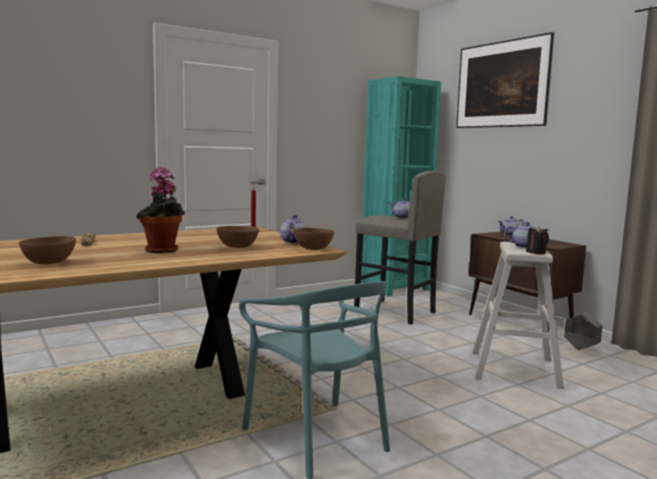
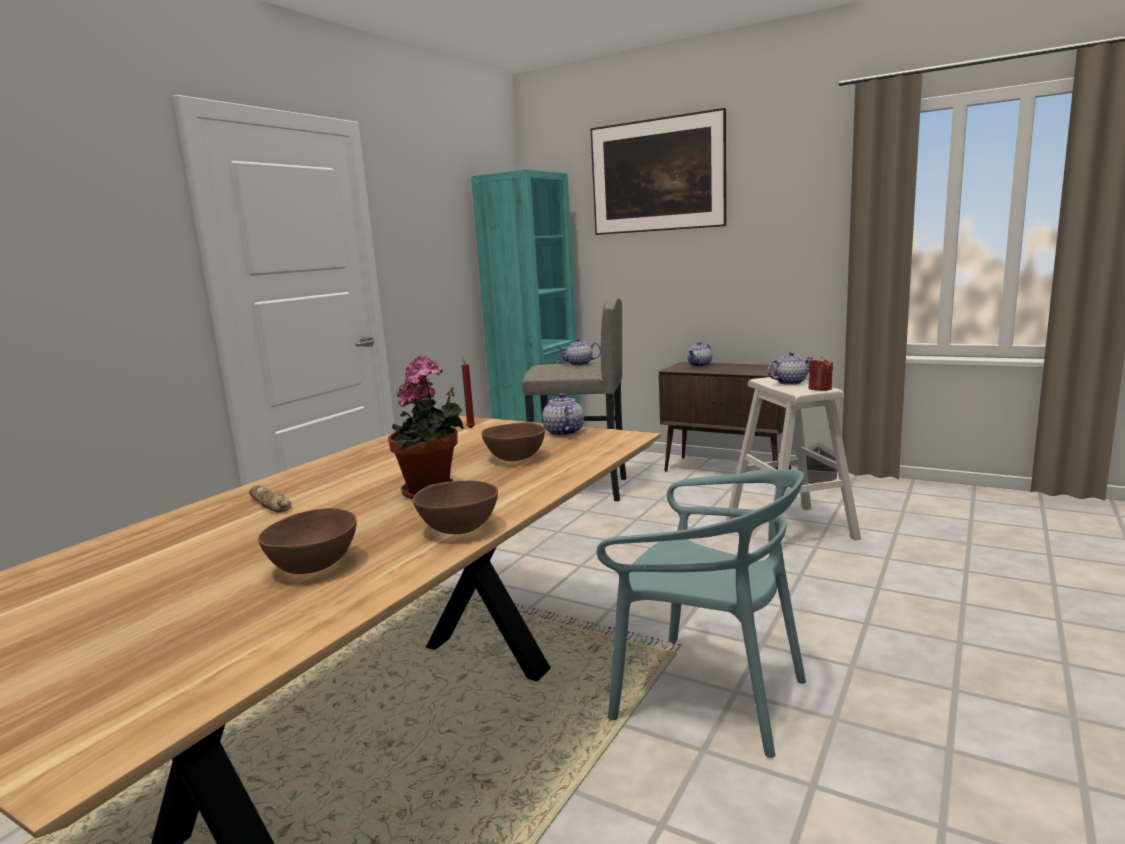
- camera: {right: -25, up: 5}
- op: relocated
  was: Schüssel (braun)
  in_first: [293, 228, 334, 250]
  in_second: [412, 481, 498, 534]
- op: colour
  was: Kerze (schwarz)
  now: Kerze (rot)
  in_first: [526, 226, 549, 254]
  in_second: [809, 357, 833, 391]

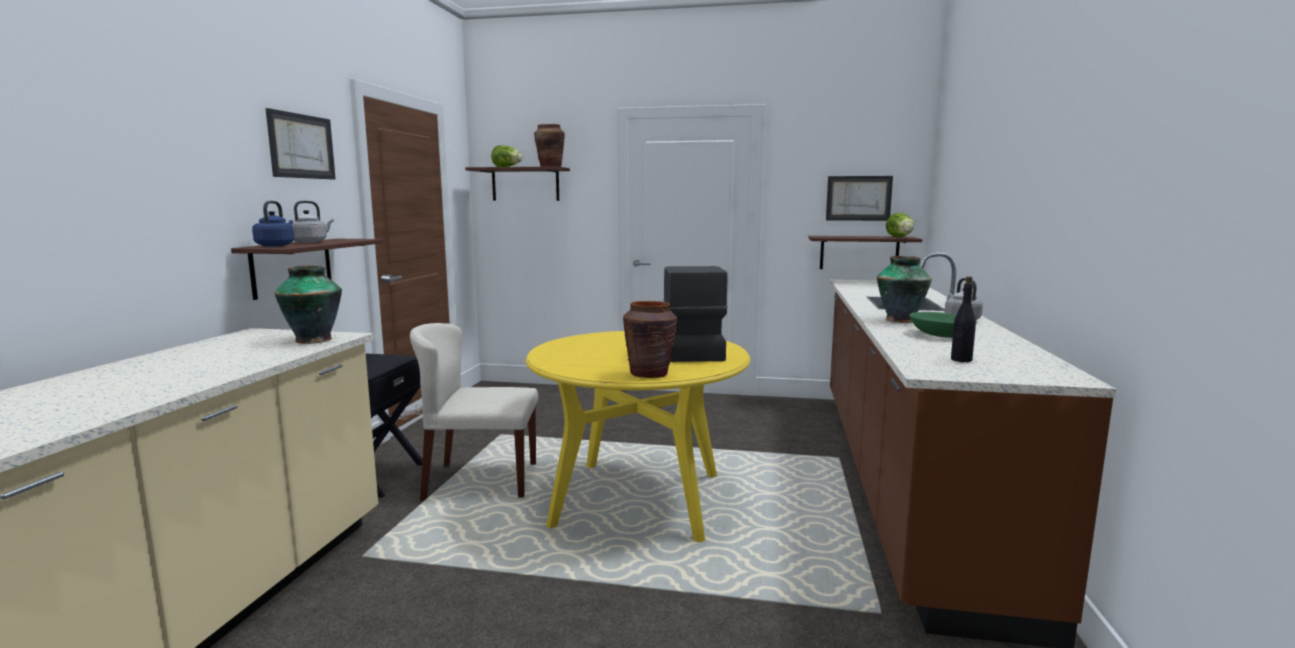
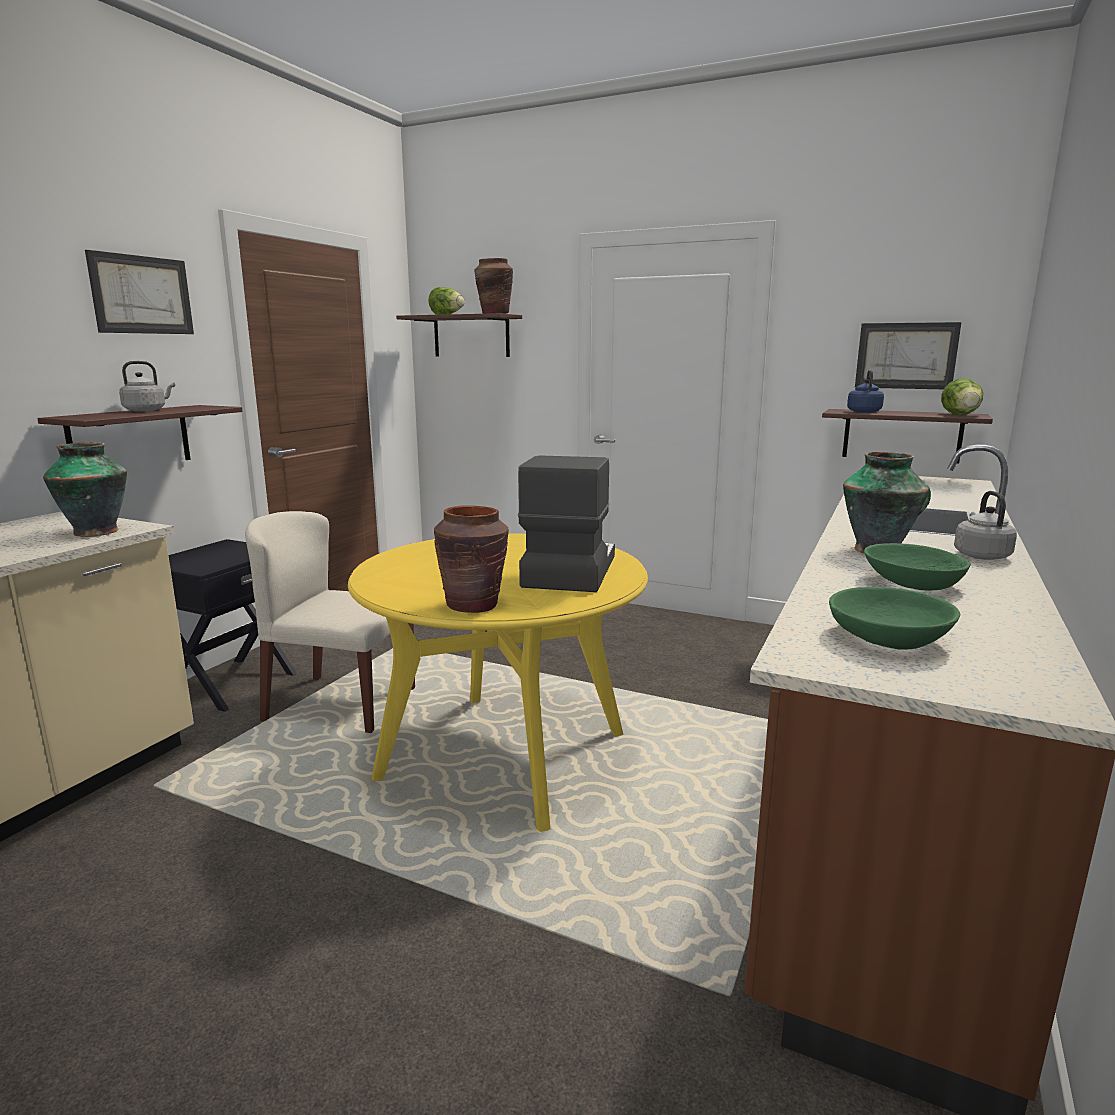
- camera: {right: 15, up: 5}
- op: exchanged
  was: Flasche (schwarz)
  now: Schüssel (grün)
  in_first: [951, 276, 976, 362]
  in_second: [829, 587, 960, 650]
- op: relocated
  was: Wasserkessel (blau)
  in_first: [252, 201, 295, 247]
  in_second: [847, 369, 884, 413]

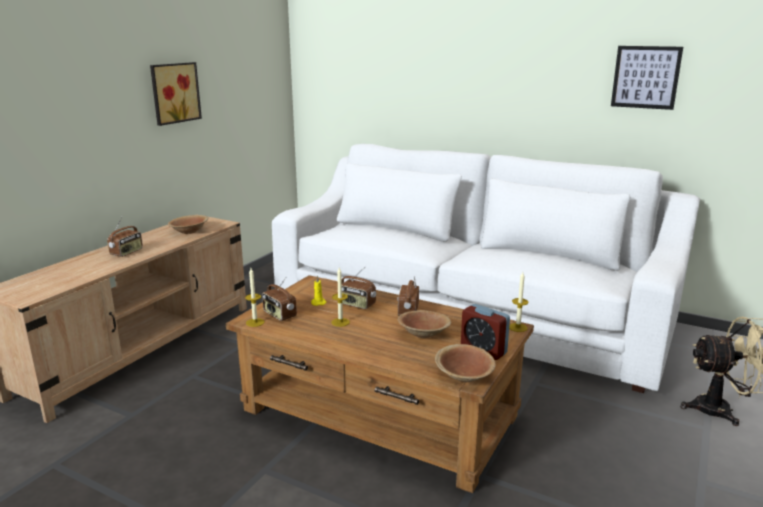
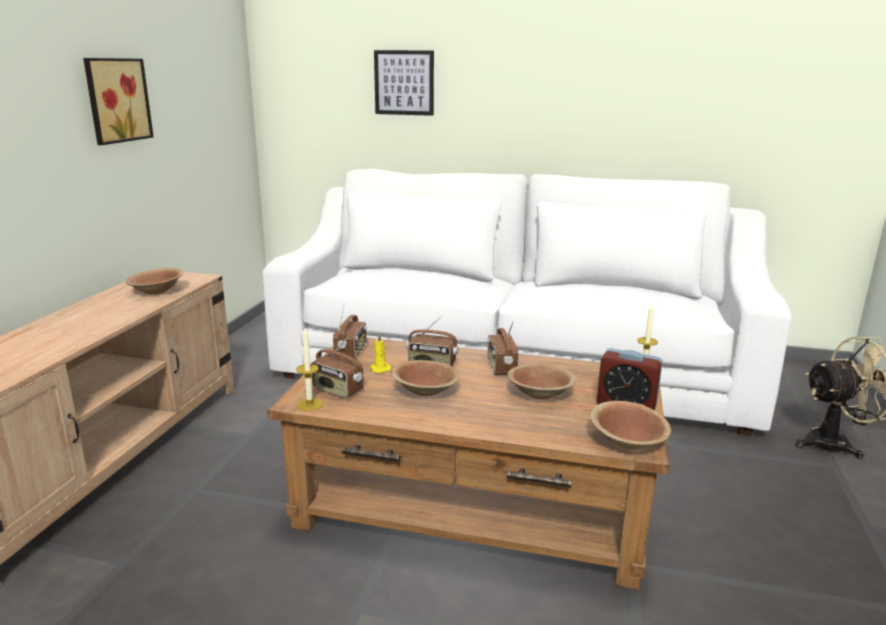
- camera: {right: -15, up: 0}
- op: relocated
  was: Radio
  in_first: [107, 217, 143, 257]
  in_second: [333, 305, 367, 359]
- op: relocated
  was: Bild
  in_first: [611, 46, 683, 110]
  in_second: [374, 50, 434, 116]
- op: exchanged
  was: Kerze
  now: Schüssel (braun)
  in_first: [332, 268, 350, 327]
  in_second: [391, 360, 460, 396]

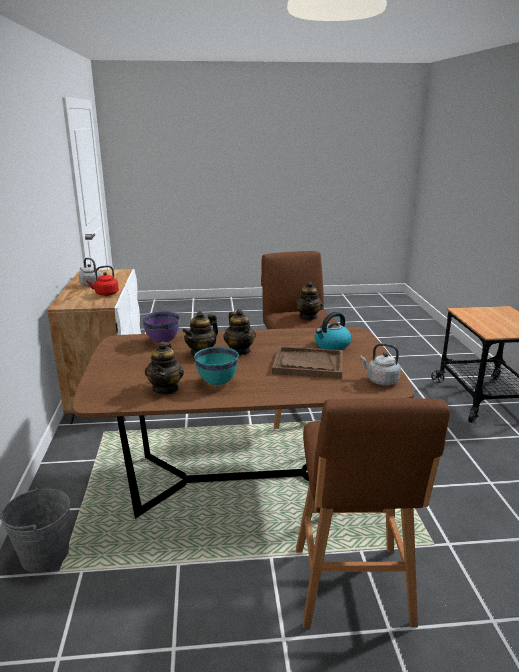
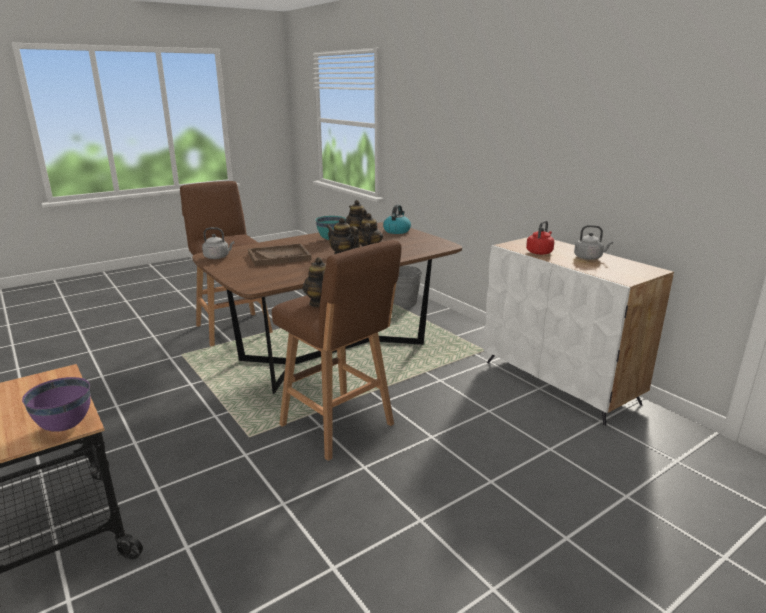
- camera: {right: 150, up: 0}
- op: relocated
  was: Schüssel (lila)
  in_first: [142, 312, 180, 343]
  in_second: [22, 377, 91, 432]
- op: relocated
  was: Wasserkessel
  in_first: [315, 312, 351, 350]
  in_second: [383, 205, 411, 234]

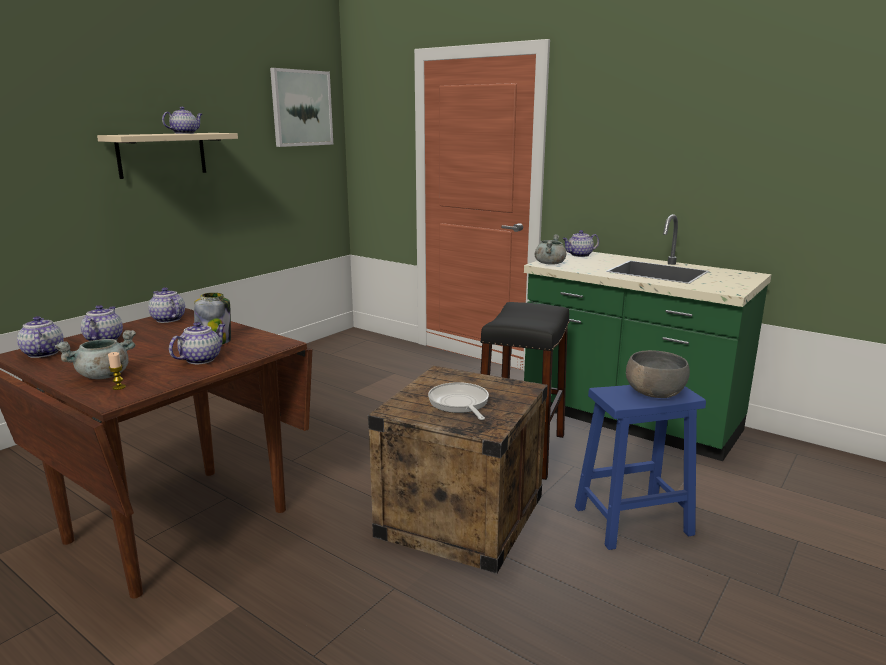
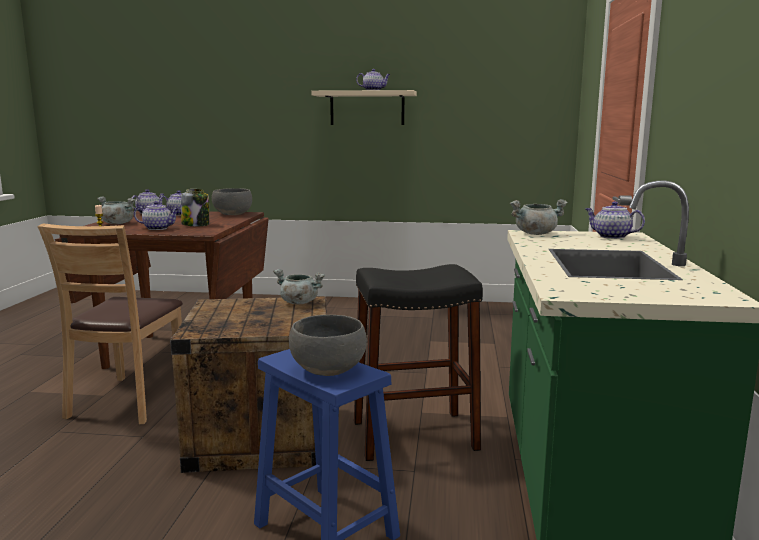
- camera: {right: 60, up: -5}
- op: appeared
  now: Stuhl (braun)
  in_second: [37, 223, 183, 424]
- op: exchanged
  was: Teekanne
  now: Schüssel (grau)
  in_first: [148, 287, 185, 323]
  in_second: [212, 188, 252, 215]
- op: appeared
  now: Kochtopf (grau)
  in_second: [273, 269, 325, 304]
- op: missing
  was: Bild
  in_first: [270, 68, 333, 147]
- op: missing
  was: Pfanne
  in_first: [428, 382, 489, 420]

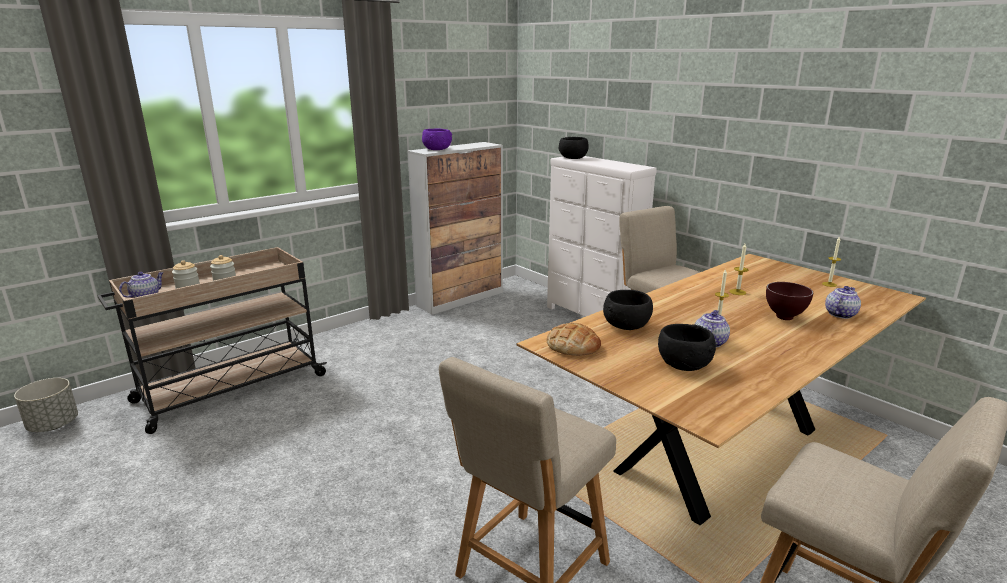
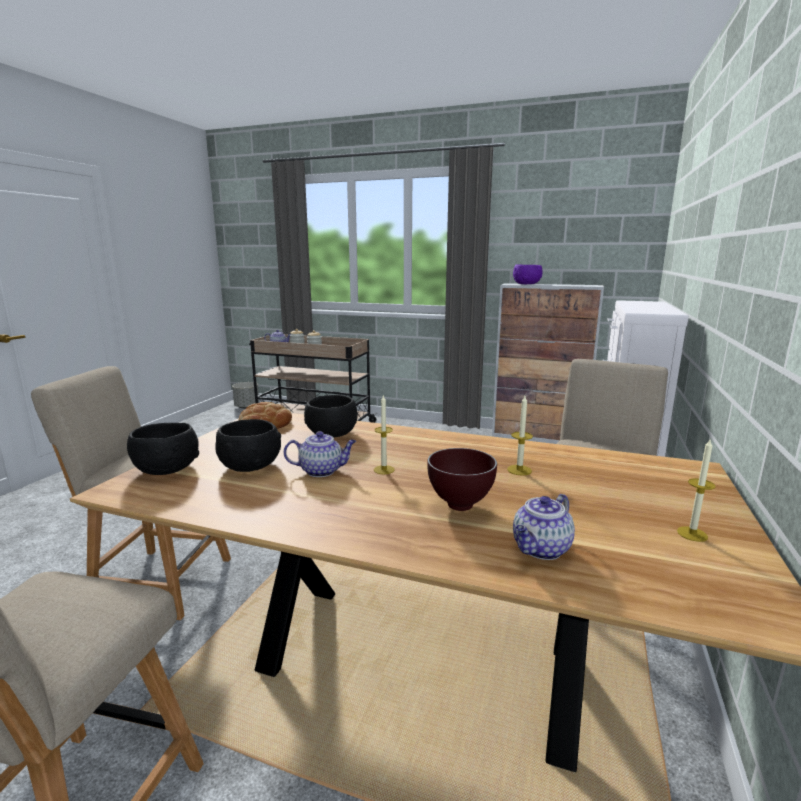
- camera: {right: 60, up: -5}
- op: relocated
  was: Schüssel (schwarz)
  in_first: [559, 137, 589, 159]
  in_second: [127, 423, 199, 475]
- op: spun
  was: Teekanne
  in_first: [825, 286, 861, 319]
  in_second: [513, 494, 575, 560]
  clockwise: 120

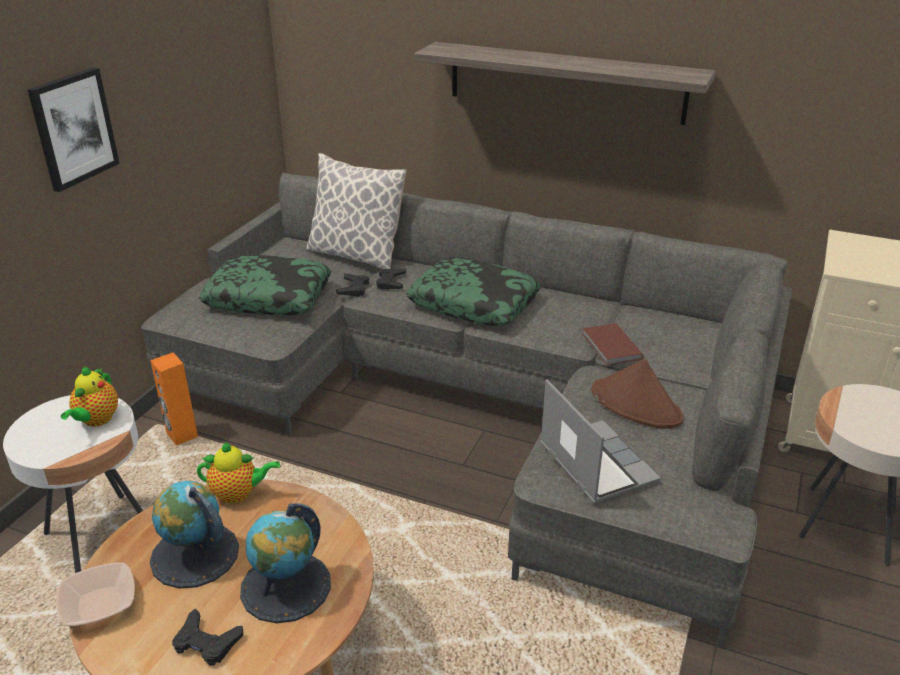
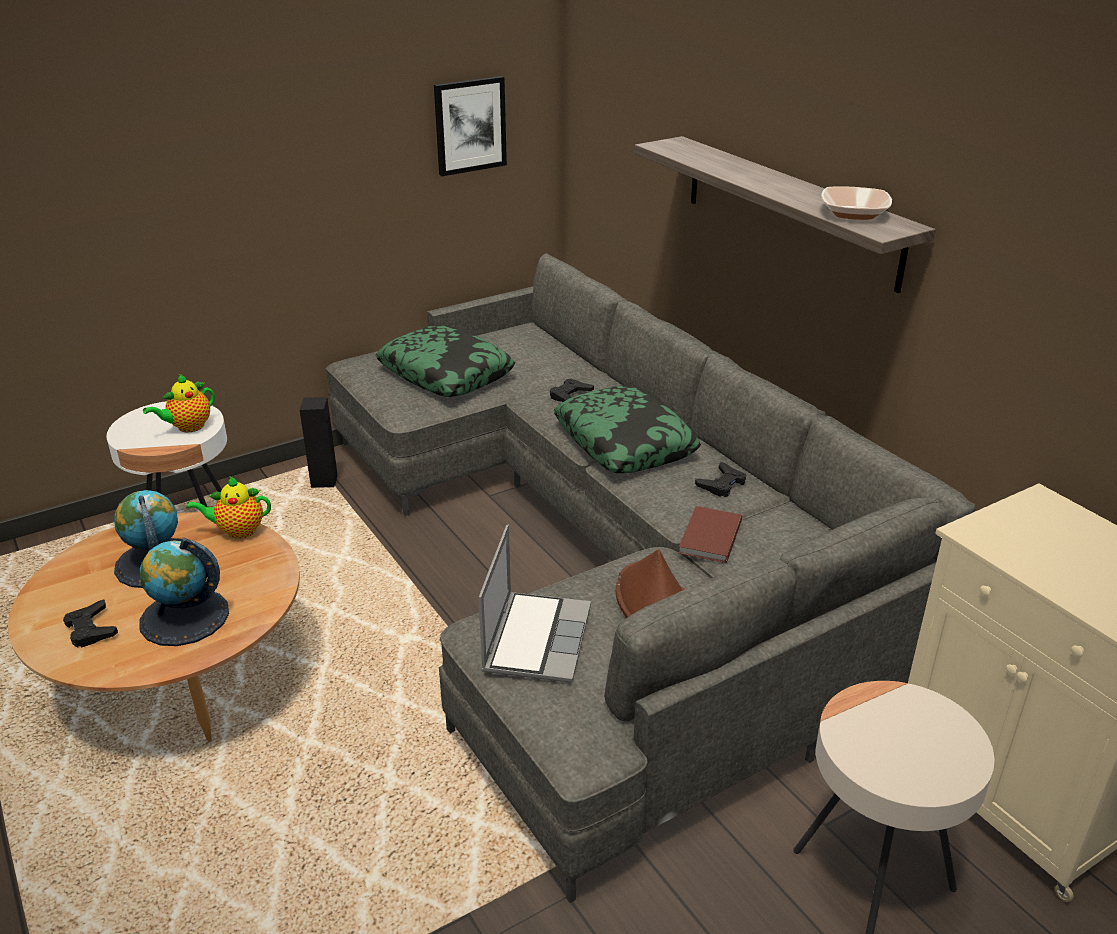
- camera: {right: 35, up: 0}
- op: spun
  was: Teekanne
  in_first: [197, 442, 280, 503]
  in_second: [186, 476, 271, 539]
  clockwise: 135
- op: colour
  was: Lautsprecher (orange)
  now: Lautsprecher (schwarz)
  in_first: [150, 353, 198, 446]
  in_second: [300, 397, 338, 488]
- op: relocated
  was: Bild
  in_first: [28, 67, 120, 192]
  in_second: [434, 76, 507, 176]
- op: relocated
  was: Gamepad (schwarz)
  in_first: [336, 274, 369, 296]
  in_second: [695, 462, 746, 497]
- op: relocated
  was: Schüssel
  in_first: [56, 562, 135, 626]
  in_second: [821, 186, 892, 220]
- op: missing
  was: Kissen
  in_first: [306, 153, 407, 269]

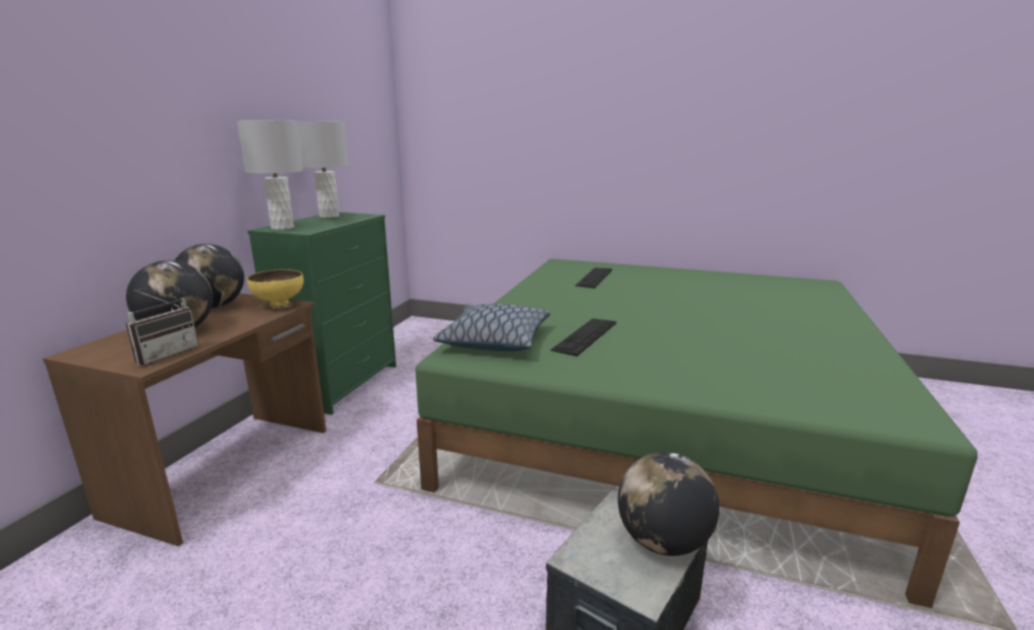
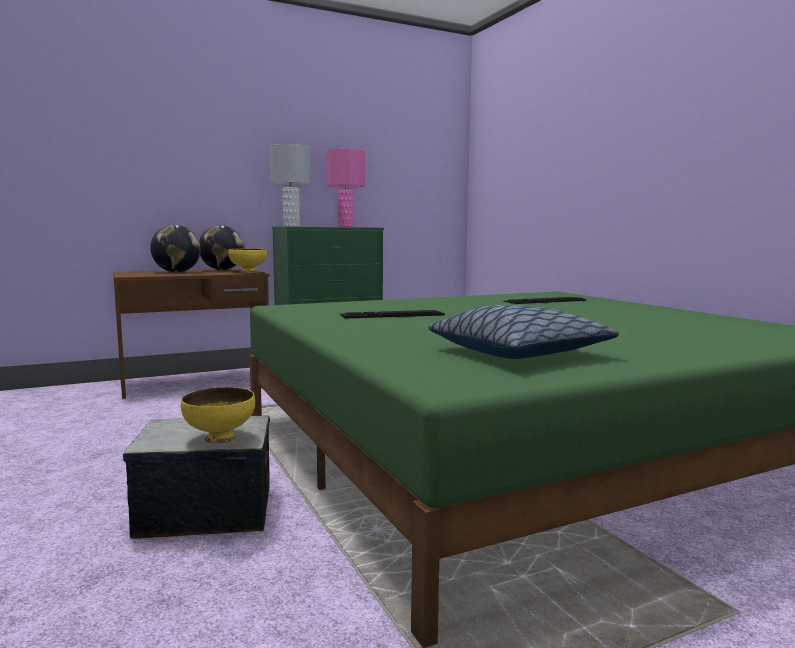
- camera: {right: 45, up: -10}
- op: exchanged
  was: Globus
  now: Schüssel (gelb)
  in_first: [618, 452, 719, 556]
  in_second: [181, 387, 255, 444]
- op: colour
  was: Tischlampe (grau)
  now: Tischlampe (rosa)
  in_first: [297, 121, 348, 218]
  in_second: [326, 149, 365, 227]
- op: relocated
  was: Kissen
  in_first: [433, 304, 550, 351]
  in_second: [429, 305, 619, 359]
- op: missing
  was: Radio
  in_first: [126, 290, 199, 366]

